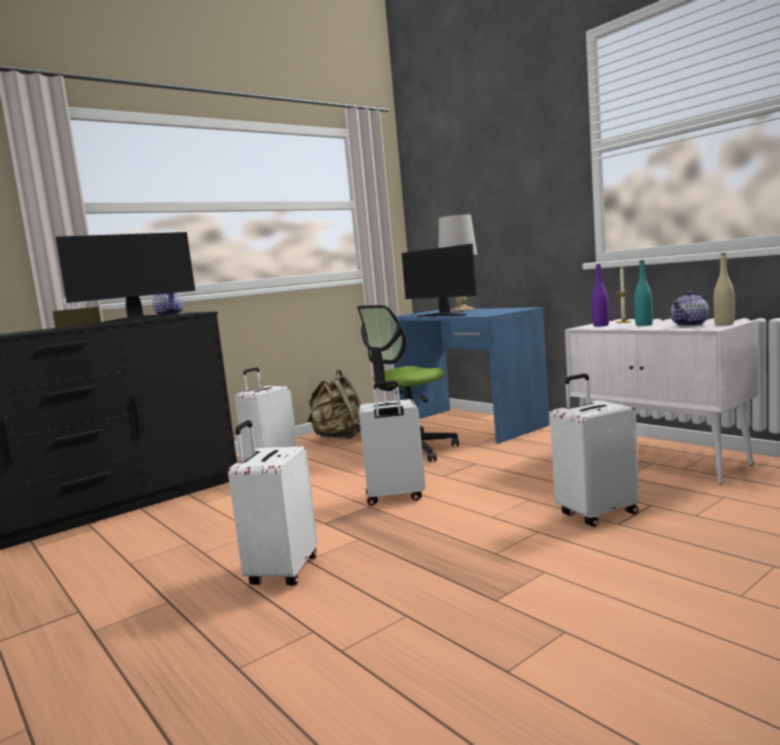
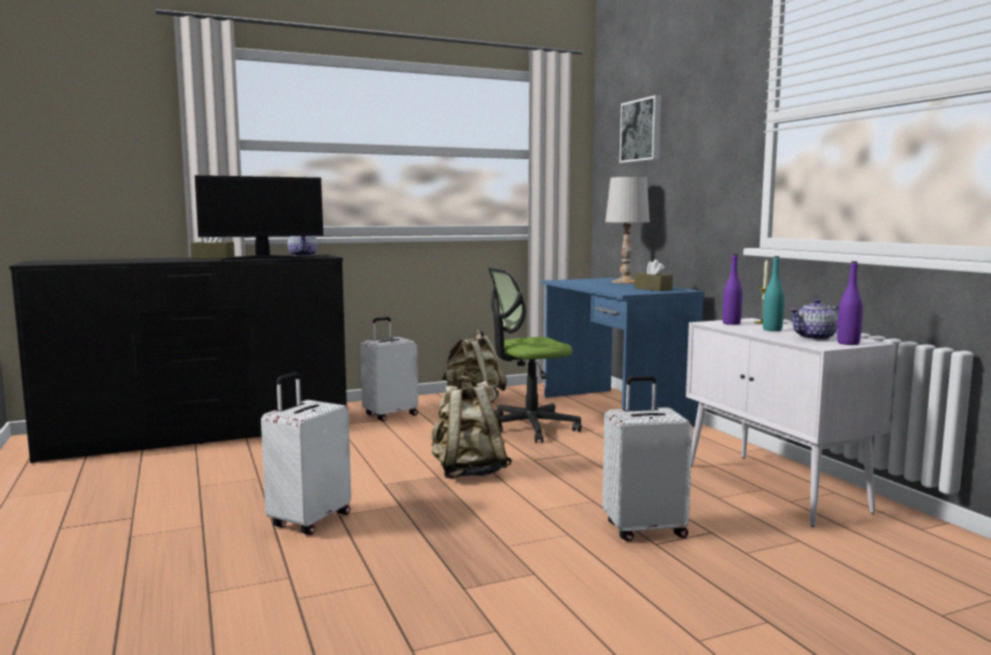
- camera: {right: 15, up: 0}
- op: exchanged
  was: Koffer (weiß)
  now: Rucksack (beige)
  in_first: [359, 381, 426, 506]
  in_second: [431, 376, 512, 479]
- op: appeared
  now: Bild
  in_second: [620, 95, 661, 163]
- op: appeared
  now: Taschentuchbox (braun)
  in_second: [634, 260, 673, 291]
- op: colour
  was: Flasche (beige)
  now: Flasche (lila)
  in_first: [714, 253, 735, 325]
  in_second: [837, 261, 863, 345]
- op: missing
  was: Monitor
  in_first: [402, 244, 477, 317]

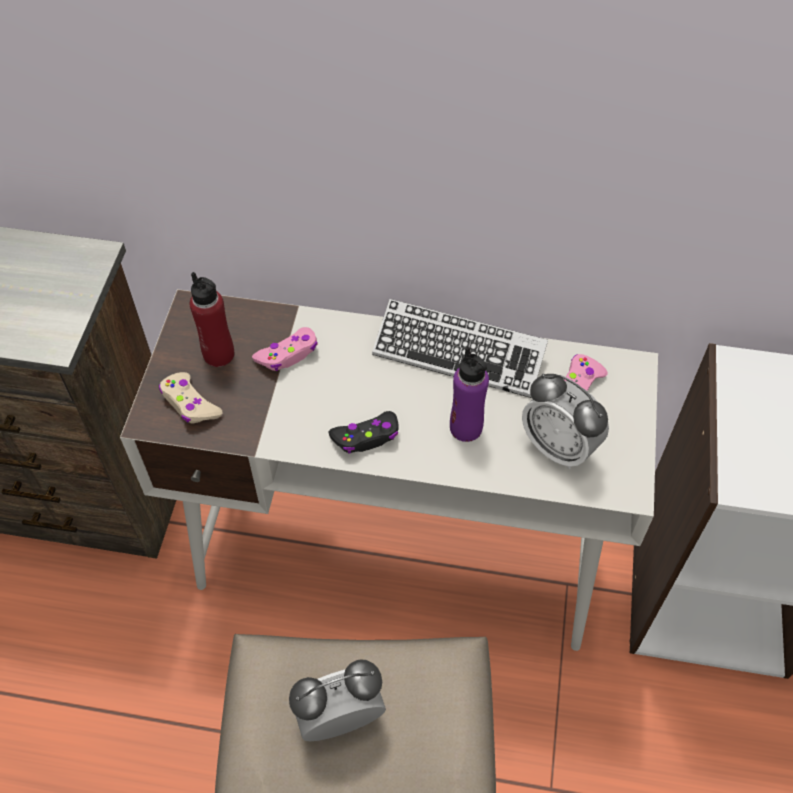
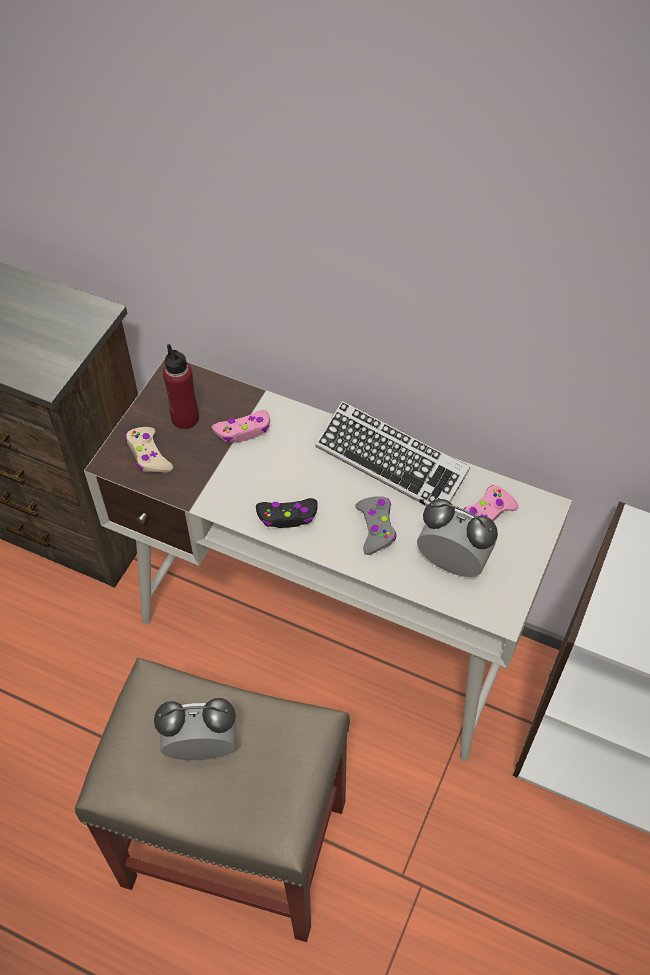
- camera: {right: 15, up: 0}
- op: exchanged
  was: Flasche (lila)
  now: Gamepad (grau)
  in_first: [450, 347, 489, 442]
  in_second: [355, 496, 396, 555]
- op: spun
  was: Wecker
  in_first: [522, 374, 609, 469]
  in_second: [417, 499, 498, 577]
  clockwise: 150

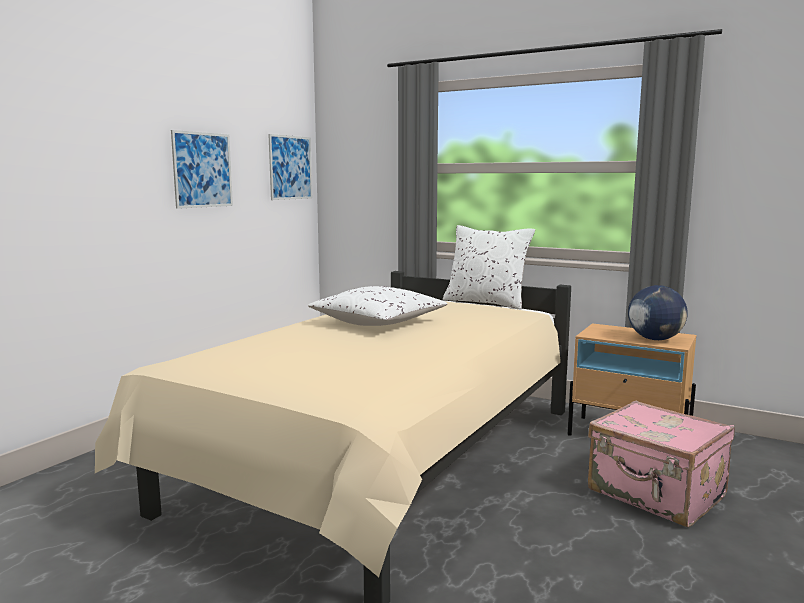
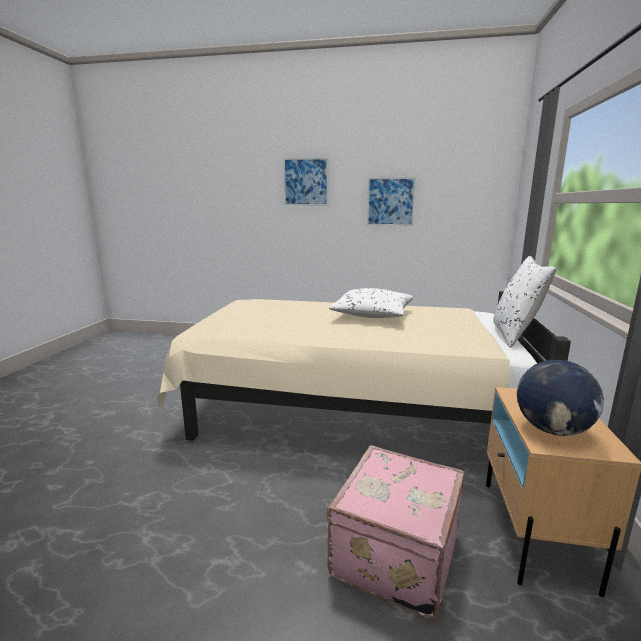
- camera: {right: 70, up: 5}
- op: relocated
  was: Bild
  in_first: [268, 134, 312, 200]
  in_second: [283, 157, 329, 206]

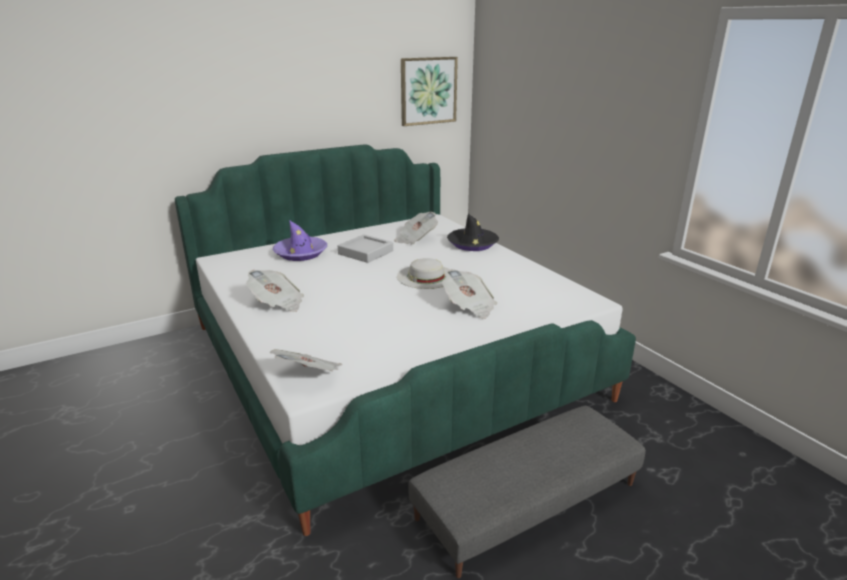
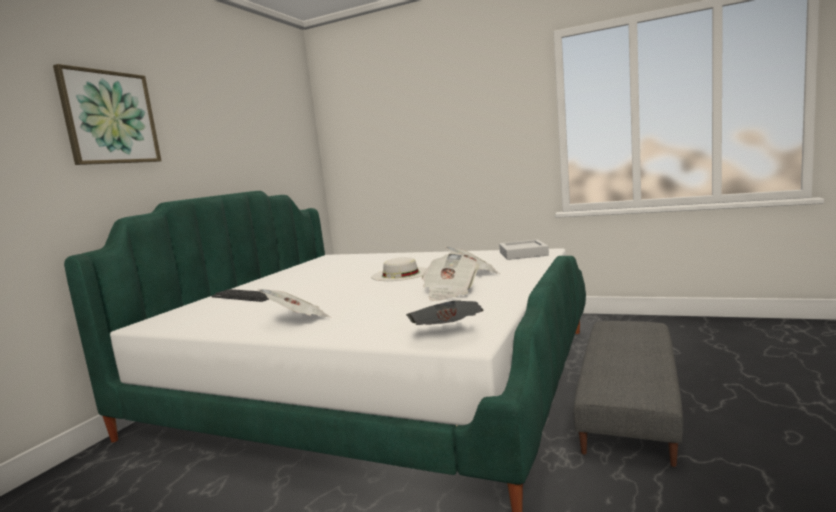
- camera: {right: -35, up: -15}
- op: relocated
  was: Bild
  in_first: [401, 57, 458, 126]
  in_second: [53, 64, 161, 165]
- op: exchanged
  was: Hut (lila)
  now: Tastatur
  in_first: [272, 220, 327, 261]
  in_second: [211, 289, 269, 302]
- op: relocated
  was: Zeitung
  in_first: [394, 212, 438, 244]
  in_second: [422, 253, 479, 301]
- op: relocated
  was: Tablett (grau)
  in_first: [338, 234, 393, 263]
  in_second: [499, 239, 549, 260]
- op: missing
  was: Hut (schwarz)
  in_first: [447, 214, 499, 251]

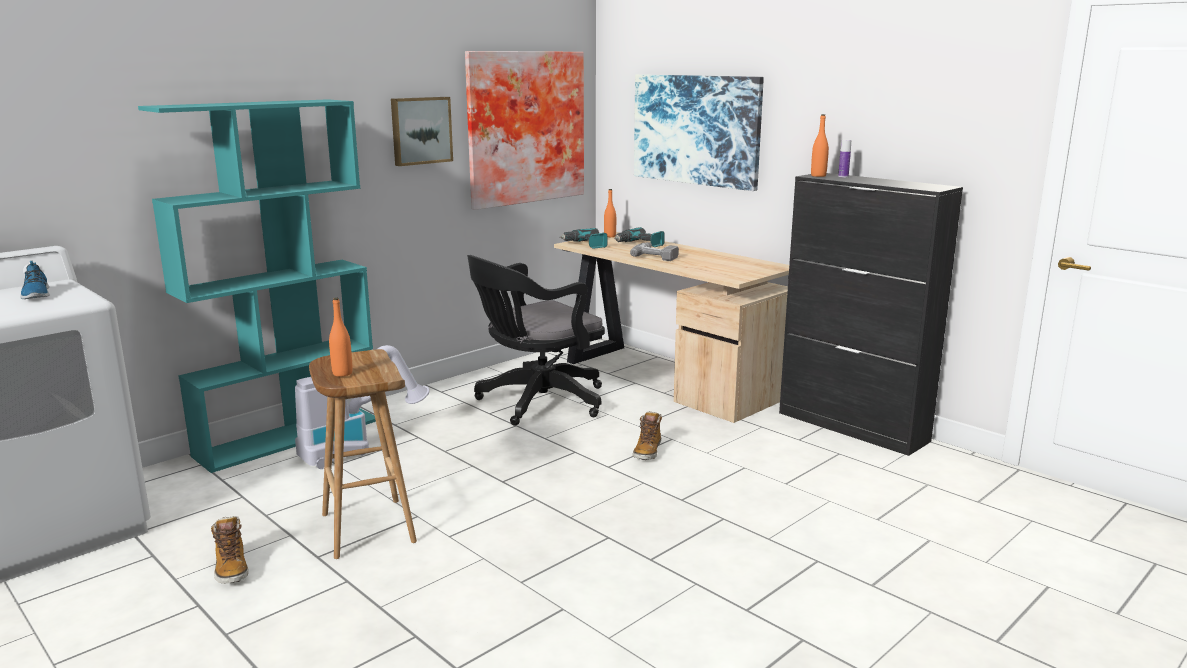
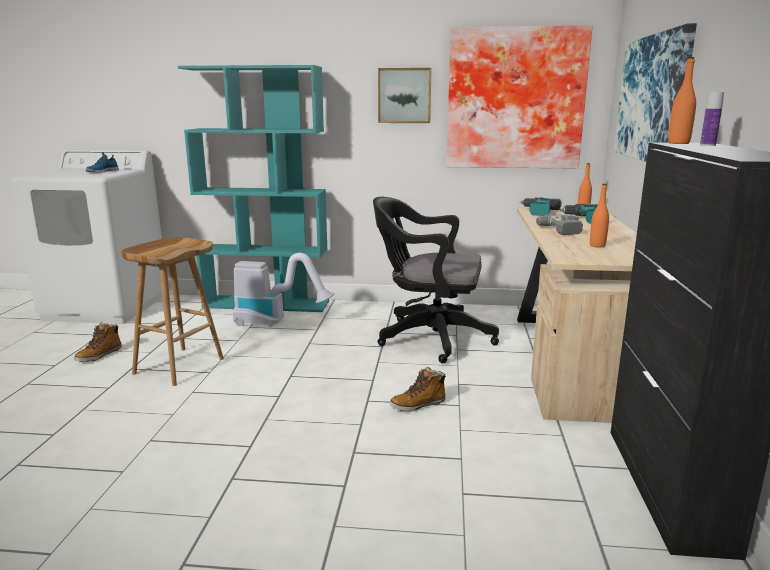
- camera: {right: 50, up: 0}
- op: relocated
  was: Flasche (orange)
  in_first: [329, 298, 353, 377]
  in_second: [590, 184, 609, 248]

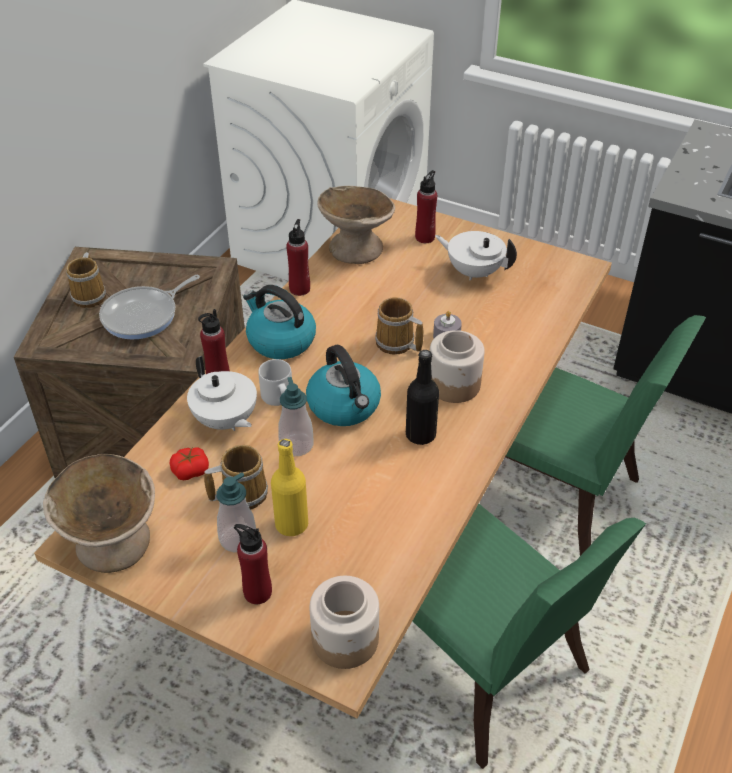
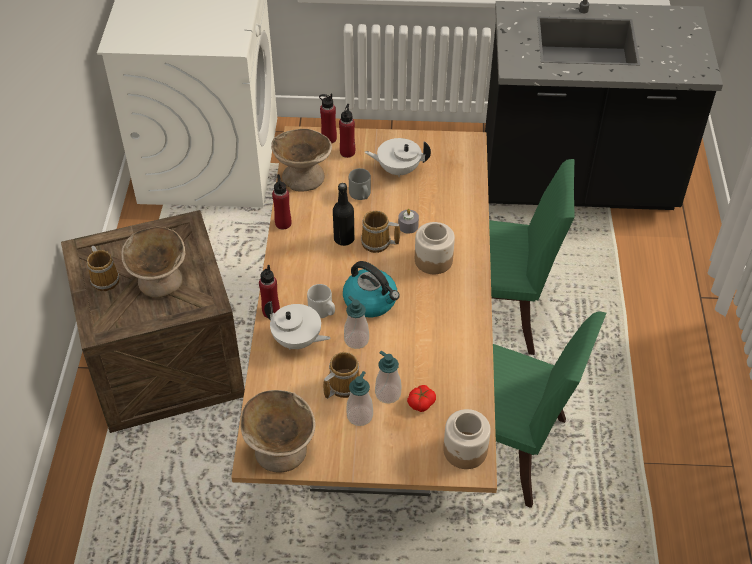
- camera: {right: -25, up: 5}
- op: exchanged
  was: Pfanne
  now: Schüssel (beige)
  in_first: [99, 275, 200, 339]
  in_second: [122, 227, 185, 298]
- op: relocated
  was: Flasche (rot)
  in_first: [234, 524, 272, 604]
  in_second: [319, 94, 337, 143]
- op: relocated
  was: Flasche (schwarz)
  in_first: [406, 350, 439, 445]
  in_second: [333, 183, 355, 246]
- op: appeared
  now: Henkelbecher (grau)
  in_second: [349, 168, 371, 200]
- op: exchanged
  was: Flasche (gelb)
  now: Seifenspender
  in_first: [271, 439, 308, 536]
  in_second: [375, 350, 401, 404]
- op: relocated
  was: Tomate
  in_first: [170, 447, 209, 480]
  in_second: [407, 385, 436, 412]
- op: missing
  was: Wasserkessel
  in_first: [243, 285, 316, 359]

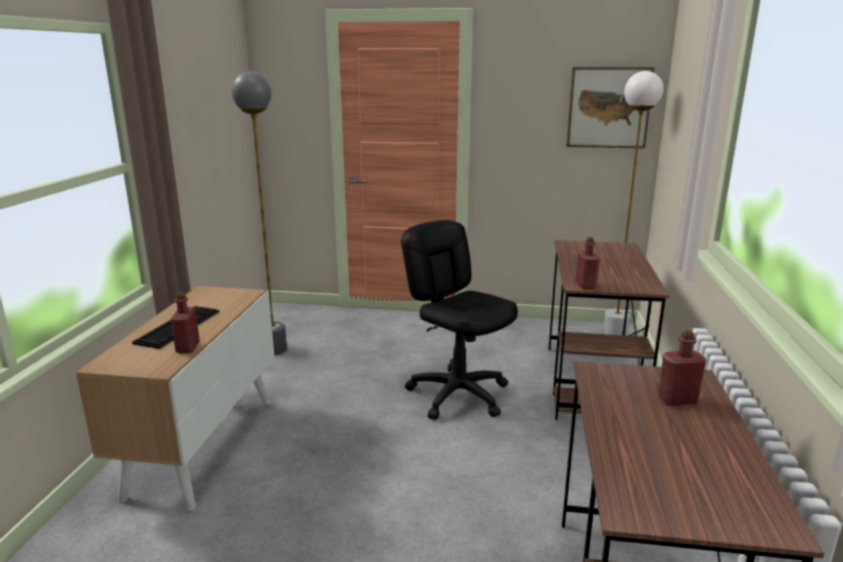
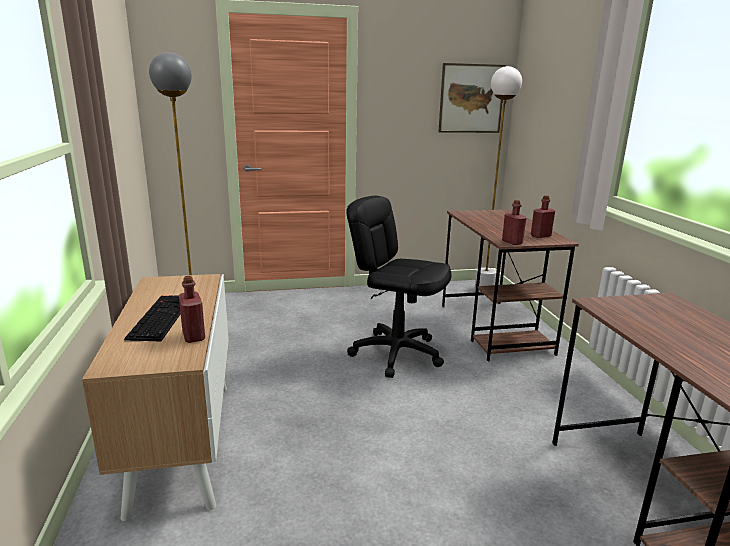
- camera: {right: -20, up: 0}
- op: relocated
  was: Flasche (rot)
  in_first: [658, 330, 706, 405]
  in_second: [531, 195, 555, 238]

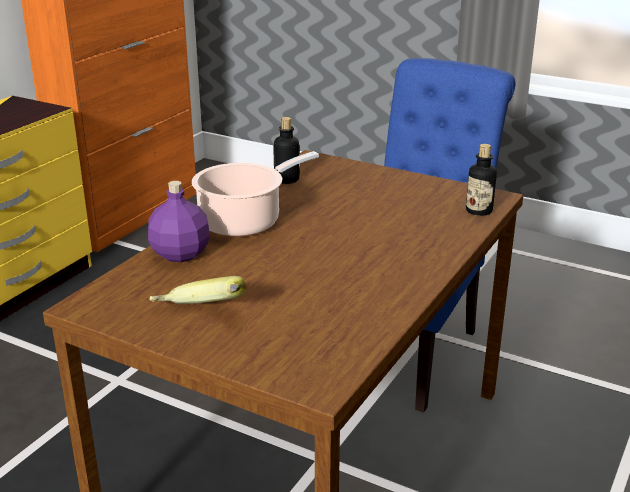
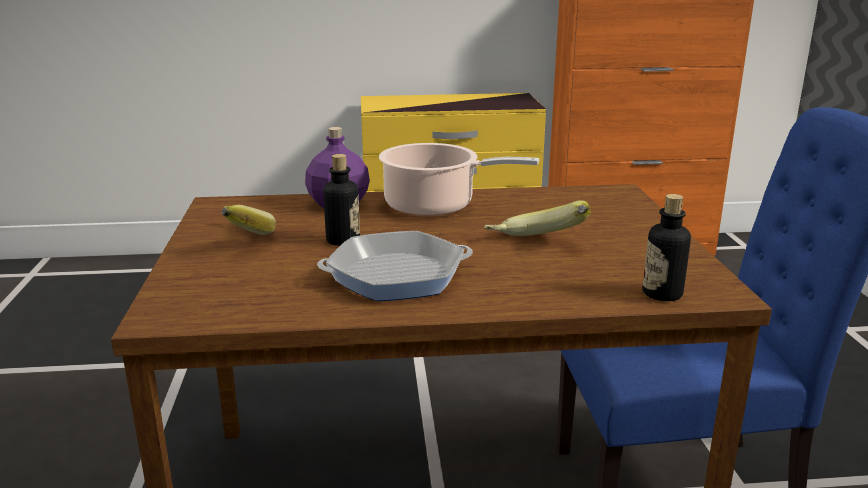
- camera: {right: 55, up: -5}
- op: appeared
  now: Pfanne
  in_second: [317, 231, 473, 301]
- op: relocated
  was: Flasche
  in_first: [273, 117, 300, 184]
  in_second: [323, 154, 360, 246]
- op: appeared
  now: Banane
  in_second: [484, 200, 591, 236]

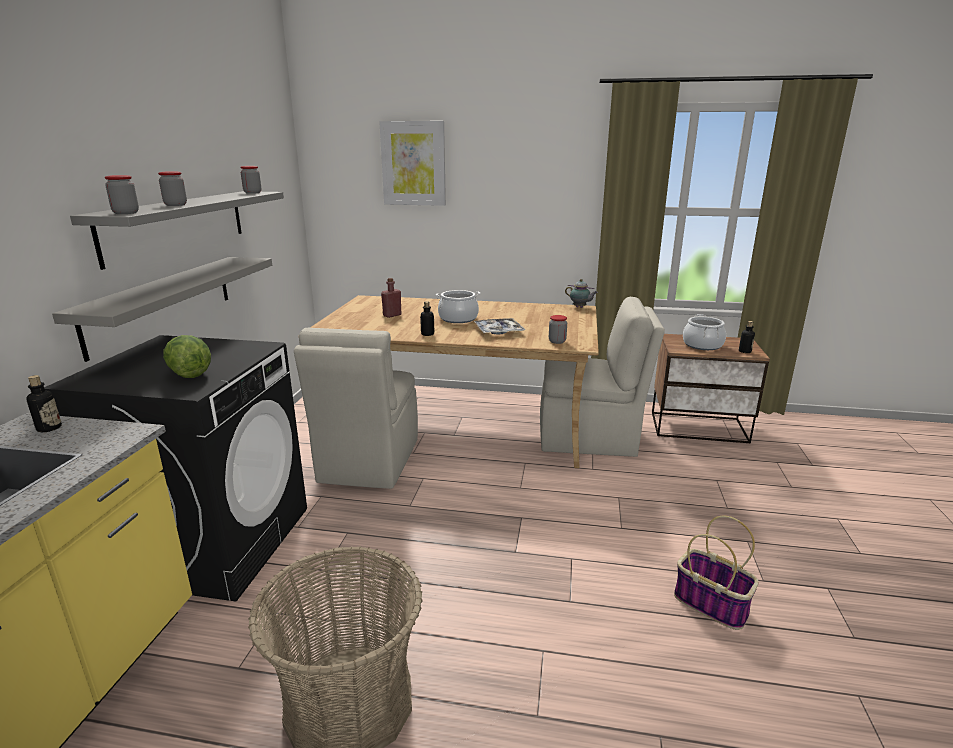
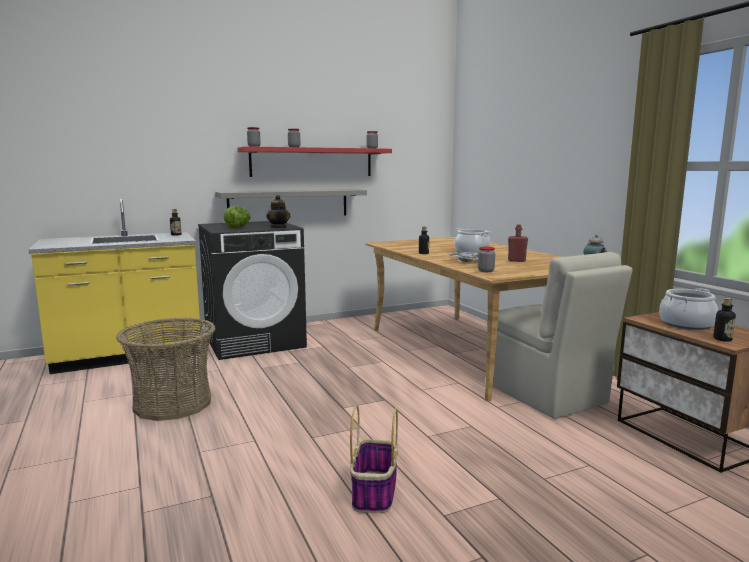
- camera: {right: 55, up: -10}
- op: colour
  was: Wandregal (grau)
  now: Wandregal (rot)
  in_first: [70, 191, 284, 270]
  in_second: [238, 146, 392, 177]
- op: appeared
  now: Teekanne
  in_second: [266, 195, 290, 228]
- op: relocated
  was: Flasche (rot)
  in_first: [381, 278, 402, 318]
  in_second: [508, 224, 528, 262]
- op: missing
  was: Stuhl (beige)
  in_first: [294, 328, 418, 489]
- op: missing
  was: Bild
  in_first: [379, 121, 446, 206]

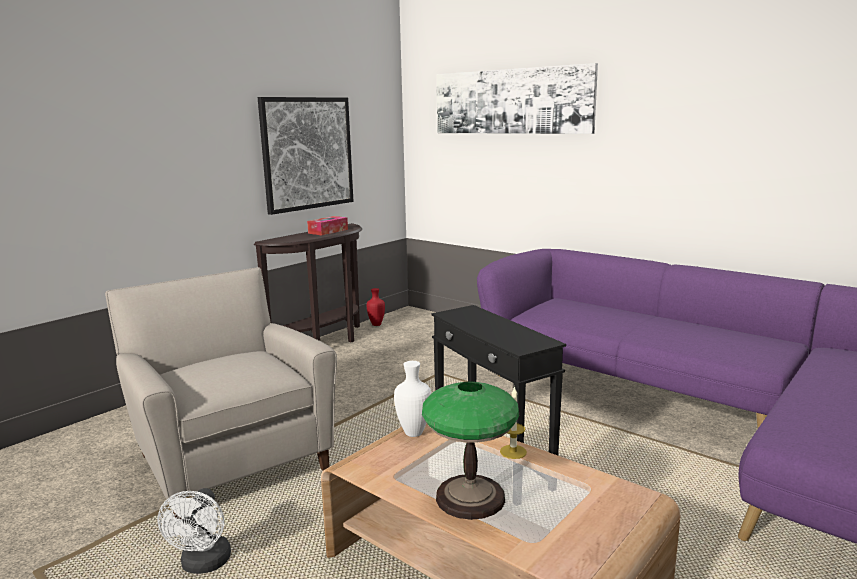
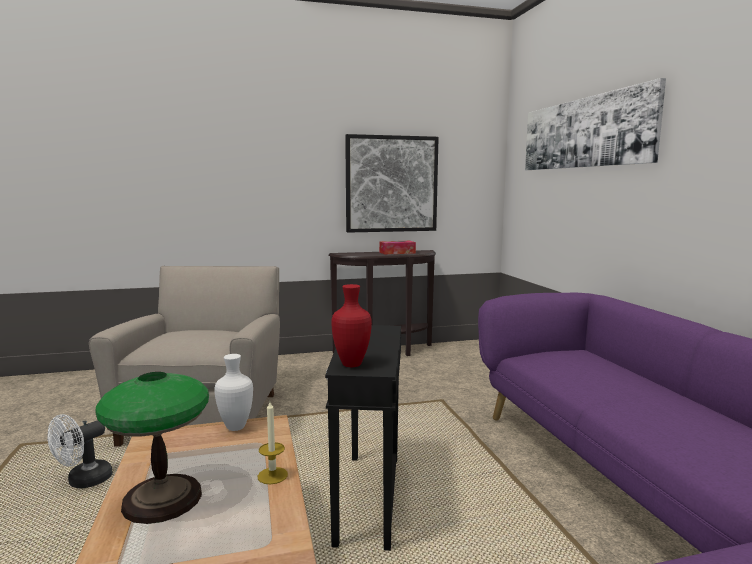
- camera: {right: 35, up: -5}
- op: relocated
  was: Vase (rot)
  in_first: [367, 288, 385, 326]
  in_second: [331, 284, 372, 367]

